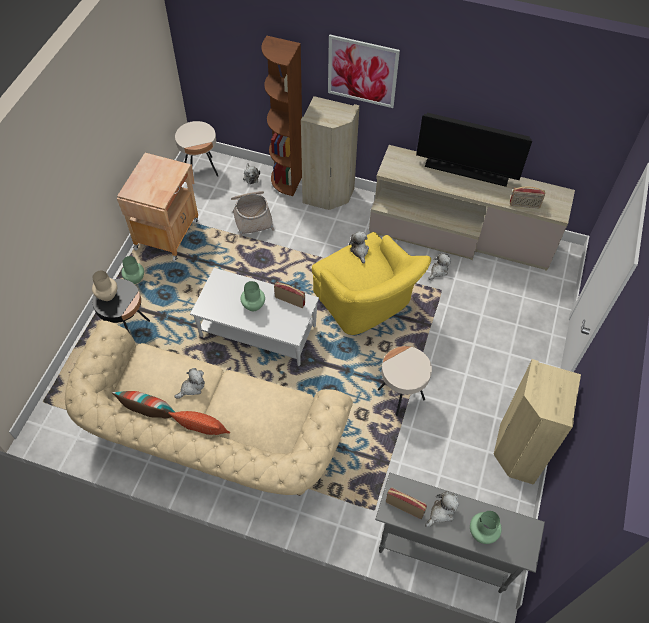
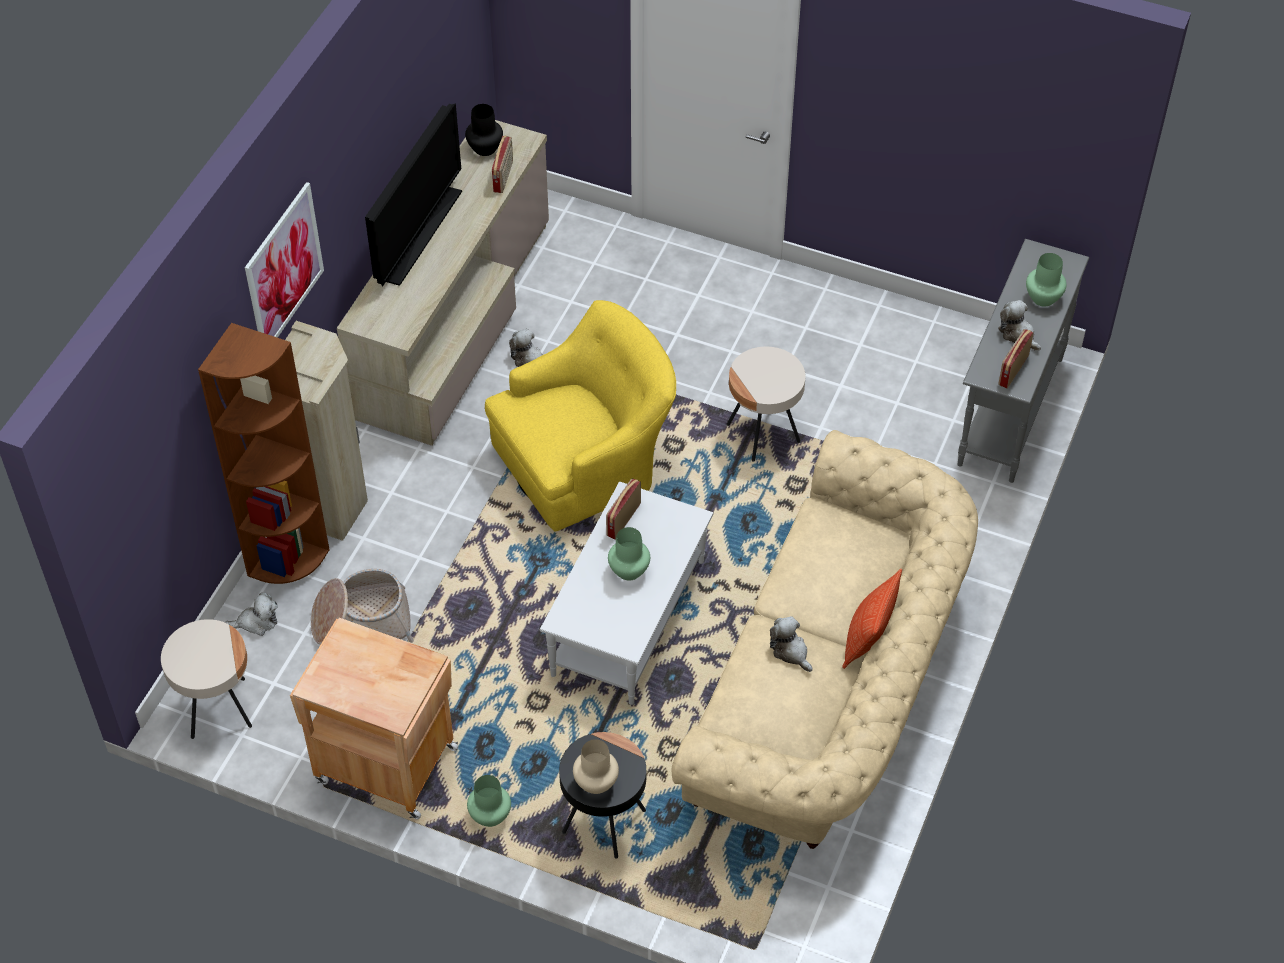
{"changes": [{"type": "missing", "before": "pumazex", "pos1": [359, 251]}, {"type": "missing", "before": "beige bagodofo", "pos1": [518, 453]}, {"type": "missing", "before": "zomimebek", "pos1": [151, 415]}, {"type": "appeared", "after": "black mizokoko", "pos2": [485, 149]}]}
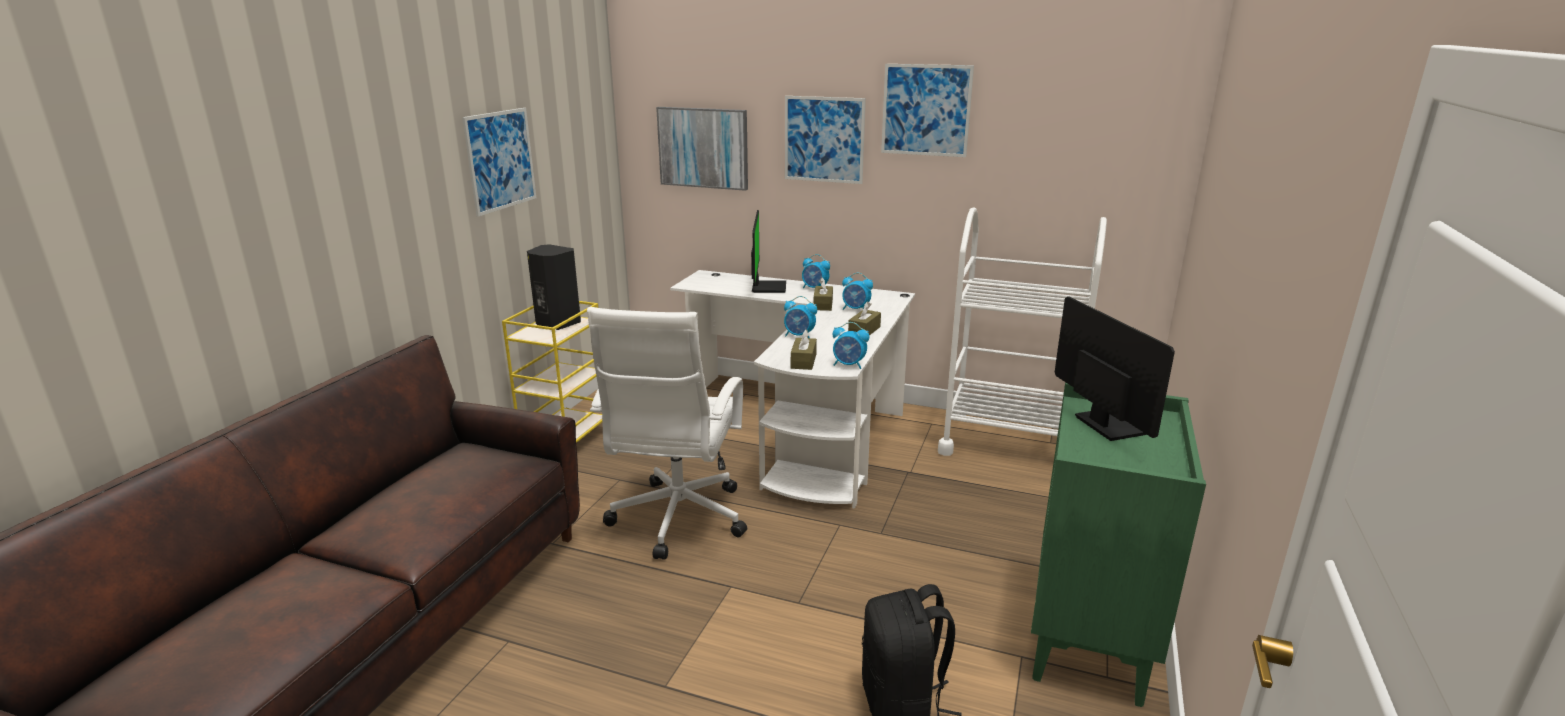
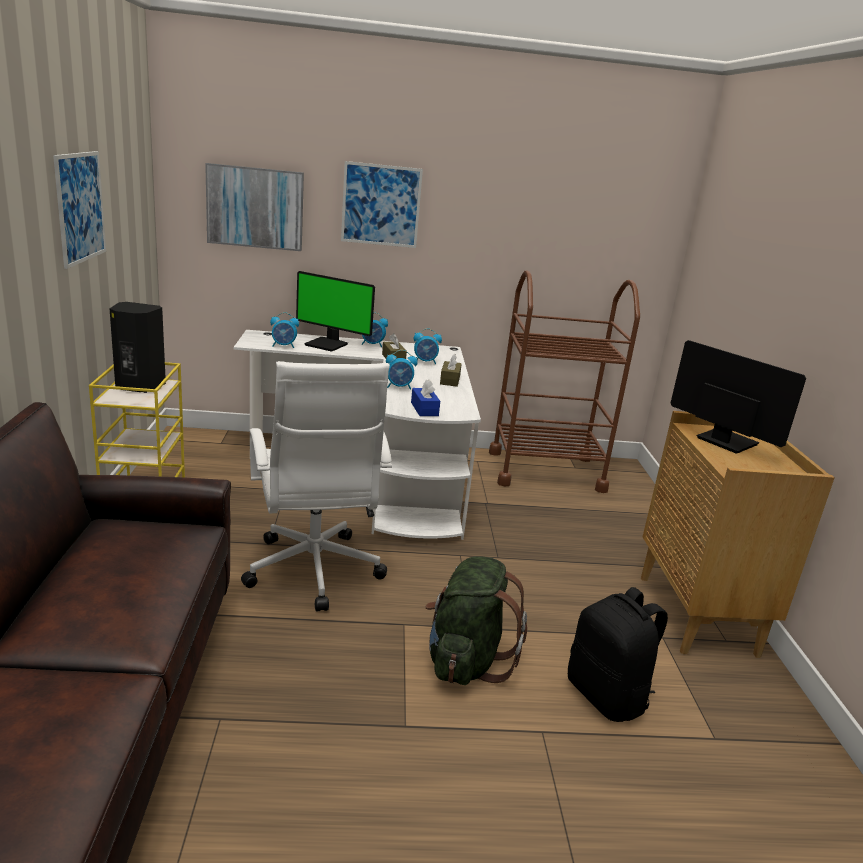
{"changes": [{"type": "missing", "before": "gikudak", "pos1": [926, 110]}, {"type": "colour", "before": "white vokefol", "after": "brown vokefol", "pos1": [1008, 443], "pos2": [545, 471]}, {"type": "spun", "before": "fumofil", "pos1": [767, 287], "pos2": [328, 344], "turn": 135}, {"type": "relocated", "before": "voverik", "pos1": [849, 365], "pos2": [284, 346]}, {"type": "colour", "before": "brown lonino", "after": "blue lonino", "pos1": [803, 361], "pos2": [424, 409]}, {"type": "colour", "before": "green bagodofo", "after": "brown bagodofo", "pos1": [1088, 639], "pos2": [697, 615]}, {"type": "appeared", "after": "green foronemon", "pos2": [466, 661]}]}
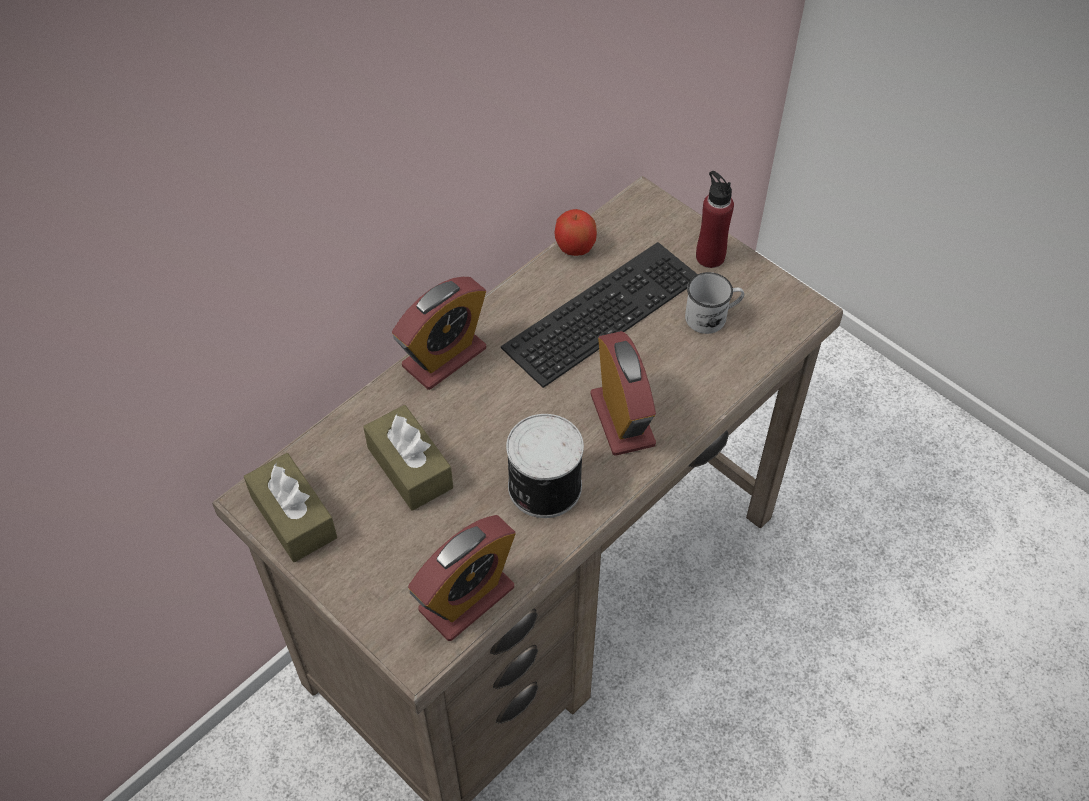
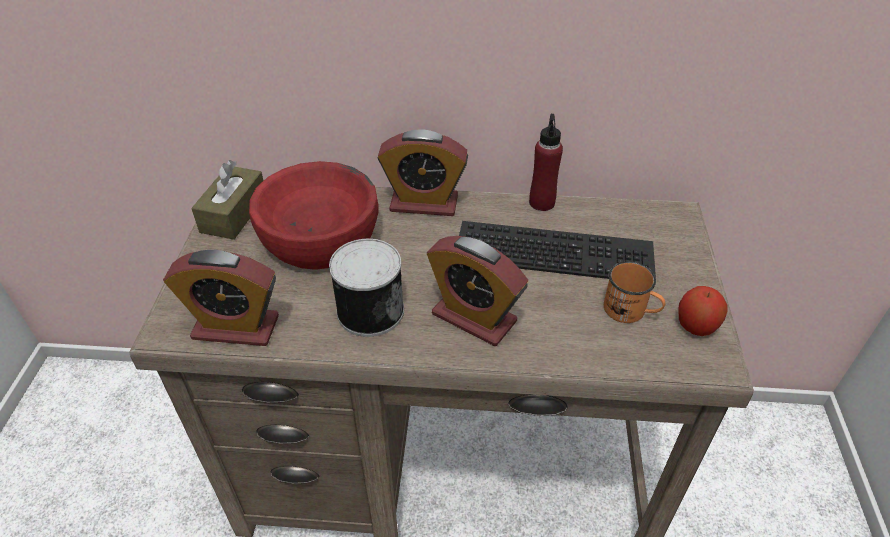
{"changes": [{"type": "relocated", "before": "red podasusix", "pos1": [710, 257], "pos2": [542, 202]}, {"type": "relocated", "before": "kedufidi", "pos1": [575, 247], "pos2": [696, 326]}, {"type": "colour", "before": "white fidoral", "after": "orange fidoral", "pos1": [712, 317], "pos2": [630, 311]}, {"type": "spun", "before": "voverik", "pos1": [622, 420], "pos2": [474, 317], "turn": 90}, {"type": "exchanged", "before": "brown lonino", "after": "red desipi", "pos1": [410, 467], "pos2": [320, 239]}]}
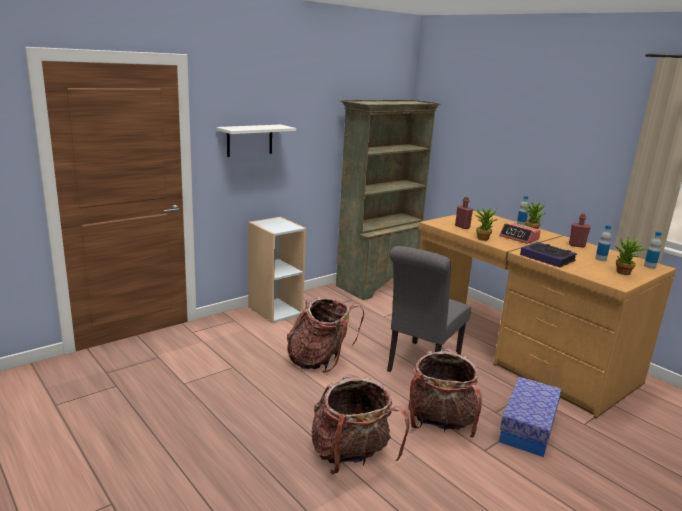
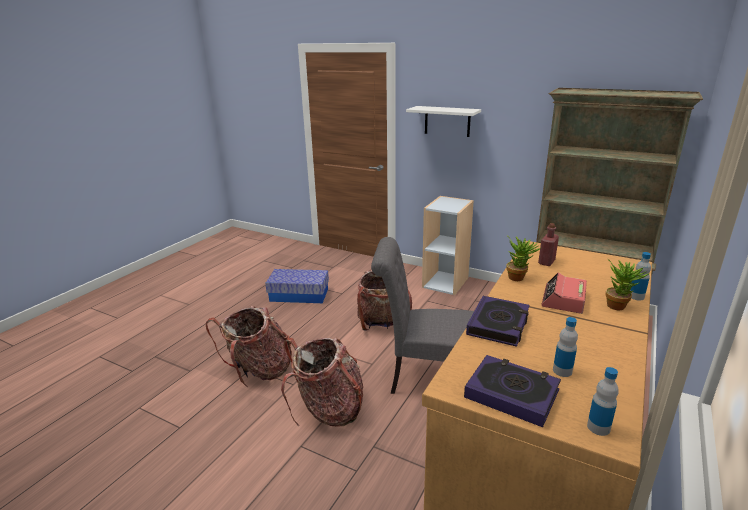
{"changes": [{"type": "missing", "before": "red podasusix", "pos1": [576, 245]}, {"type": "exchanged", "before": "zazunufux", "after": "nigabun", "pos1": [624, 273], "pos2": [511, 394]}, {"type": "relocated", "before": "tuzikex", "pos1": [528, 427], "pos2": [299, 295]}]}
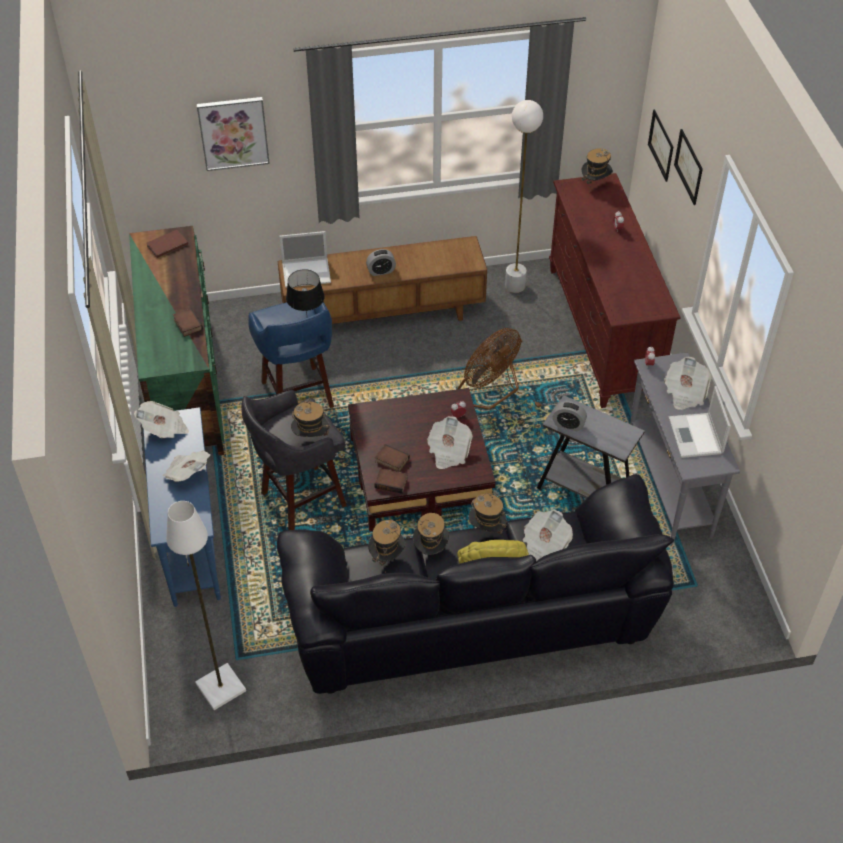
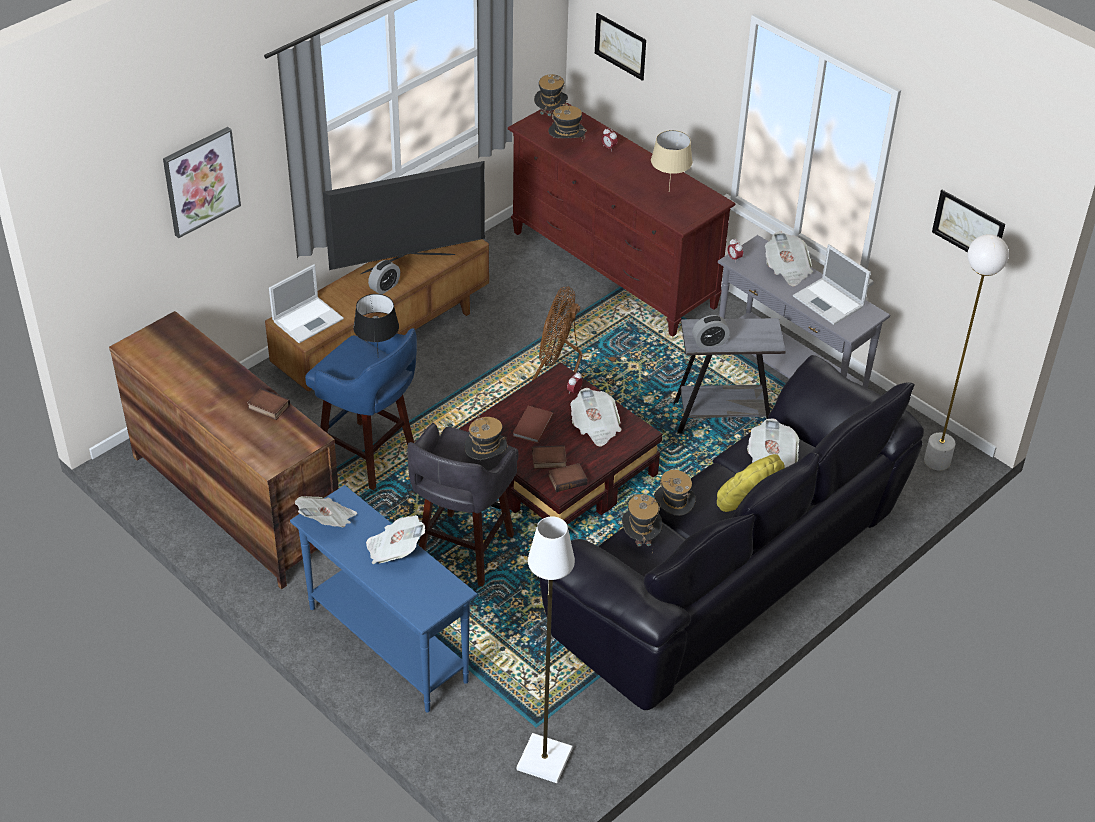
{"changes": [{"type": "relocated", "before": "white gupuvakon", "pos1": [515, 286], "pos2": [937, 461]}, {"type": "relocated", "before": "gikudak", "pos1": [688, 166], "pos2": [968, 227]}, {"type": "colour", "before": "green bagodofo", "after": "brown bagodofo", "pos1": [186, 384], "pos2": [236, 499]}, {"type": "relocated", "before": "brown nigabun", "pos1": [166, 245], "pos2": [531, 426]}, {"type": "relocated", "before": "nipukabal", "pos1": [486, 530], "pos2": [566, 146]}, {"type": "appeared", "after": "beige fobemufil", "pos2": [669, 191]}, {"type": "appeared", "after": "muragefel", "pos2": [408, 263]}]}
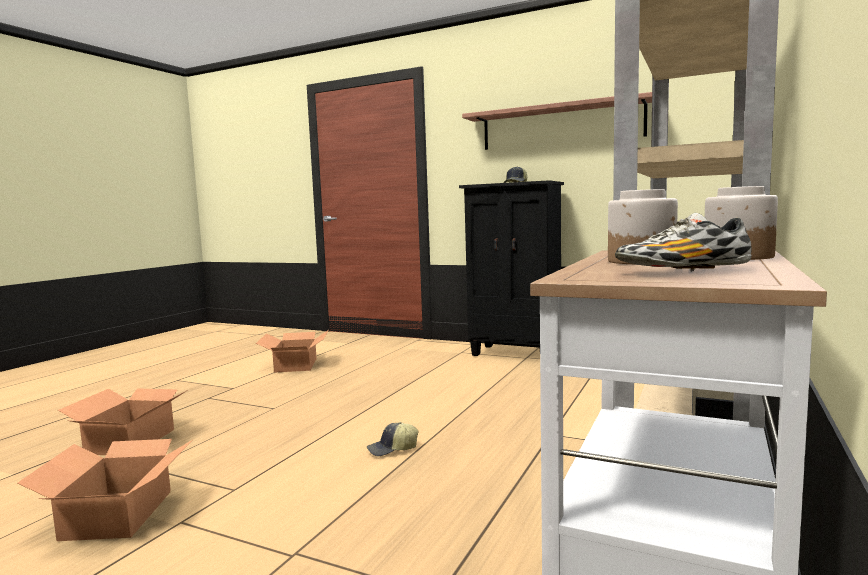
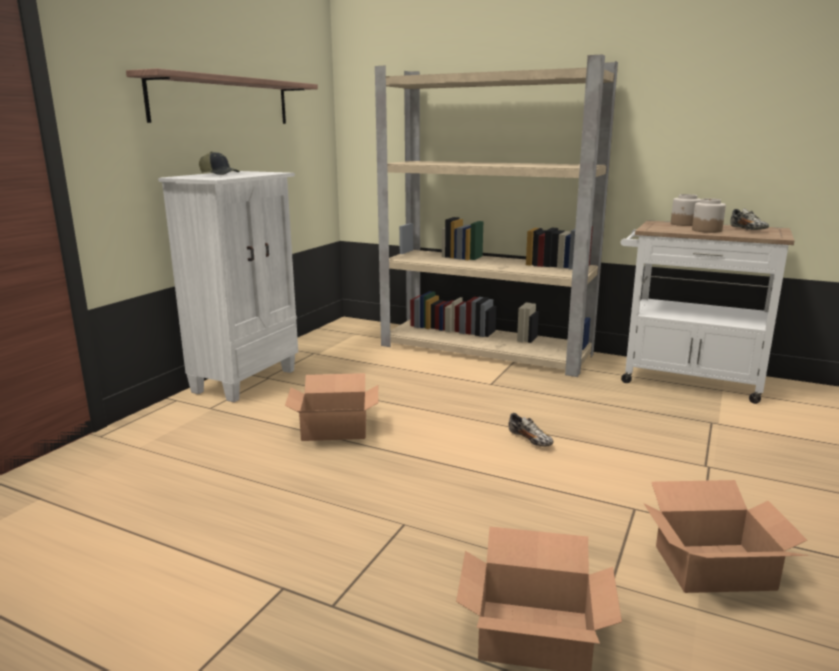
{"changes": [{"type": "colour", "before": "black bagodofo", "after": "white bagodofo", "pos1": [515, 354], "pos2": [247, 381]}, {"type": "relocated", "before": "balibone", "pos1": [296, 365], "pos2": [334, 428]}, {"type": "exchanged", "before": "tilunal", "after": "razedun", "pos1": [392, 450], "pos2": [530, 440]}]}
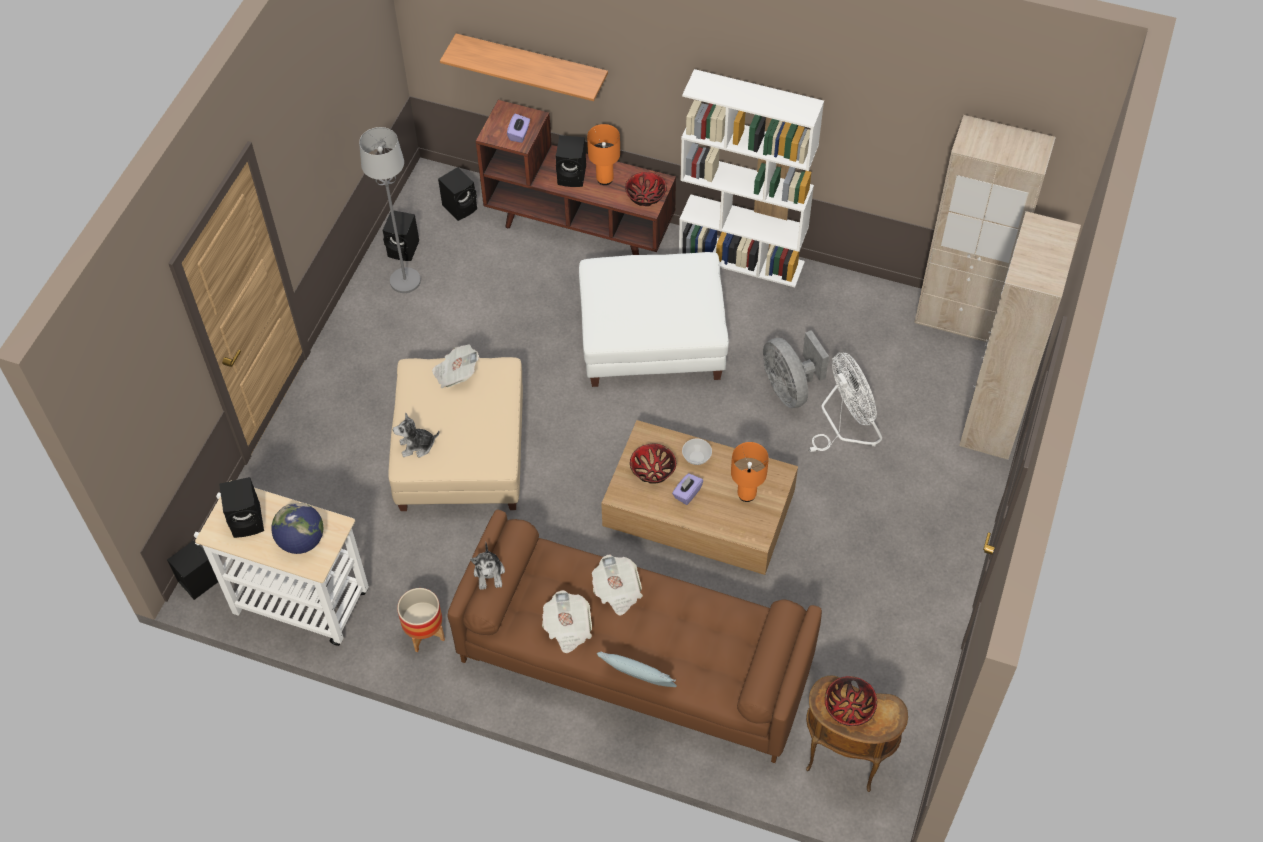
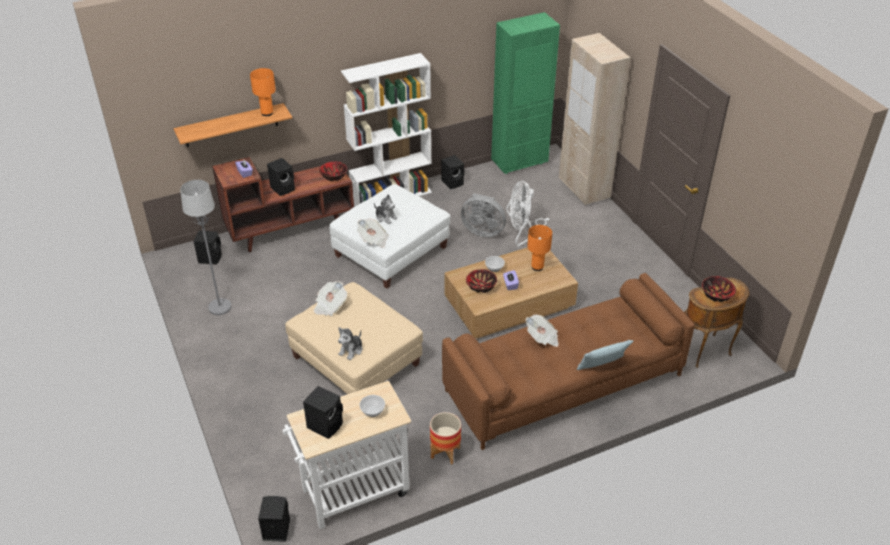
{"changes": [{"type": "colour", "before": "beige bagodofo", "after": "green bagodofo", "pos1": [959, 320], "pos2": [520, 163]}, {"type": "relocated", "before": "orange fobemufil", "pos1": [605, 180], "pos2": [267, 113]}, {"type": "relocated", "before": "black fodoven", "pos1": [404, 249], "pos2": [453, 182]}, {"type": "spun", "before": "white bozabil", "pos1": [842, 422], "pos2": [523, 228], "turn": -120}, {"type": "exchanged", "before": "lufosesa", "after": "desipi", "pos1": [301, 541], "pos2": [372, 411]}, {"type": "relocated", "before": "pumazex", "pos1": [489, 573], "pos2": [385, 217]}, {"type": "relocated", "before": "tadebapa", "pos1": [568, 628], "pos2": [373, 239]}]}
